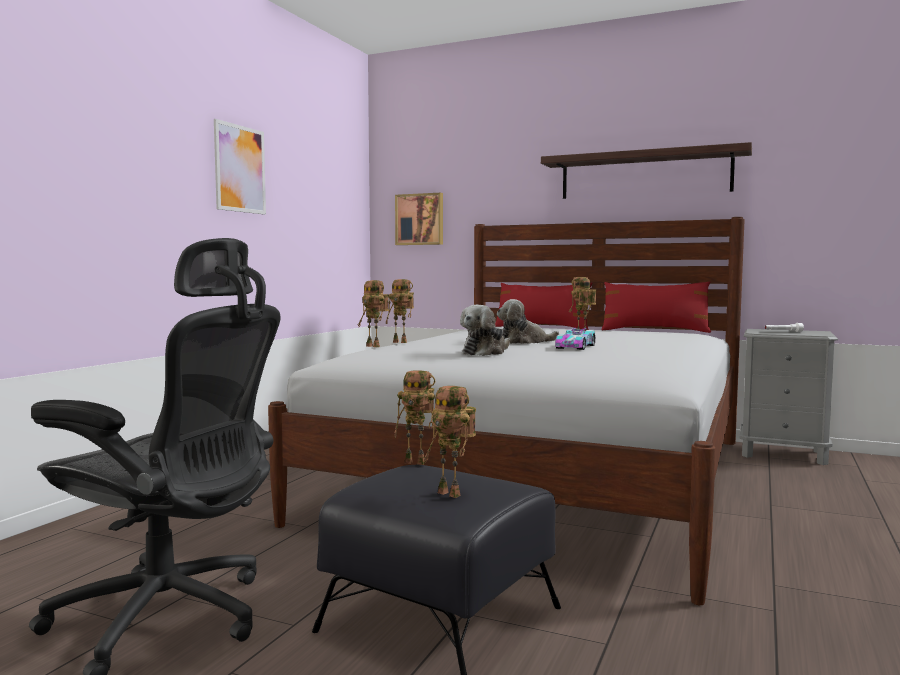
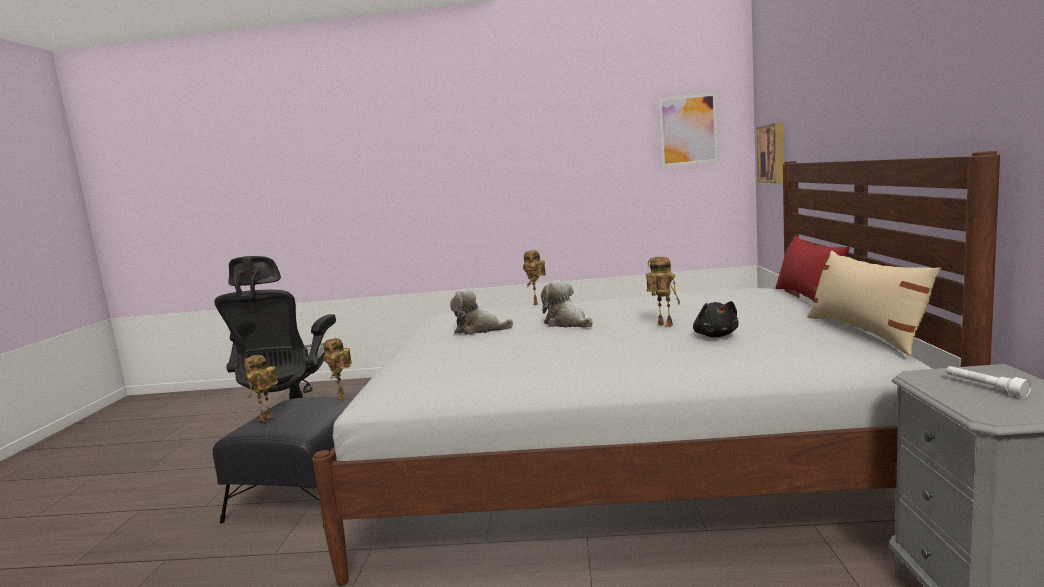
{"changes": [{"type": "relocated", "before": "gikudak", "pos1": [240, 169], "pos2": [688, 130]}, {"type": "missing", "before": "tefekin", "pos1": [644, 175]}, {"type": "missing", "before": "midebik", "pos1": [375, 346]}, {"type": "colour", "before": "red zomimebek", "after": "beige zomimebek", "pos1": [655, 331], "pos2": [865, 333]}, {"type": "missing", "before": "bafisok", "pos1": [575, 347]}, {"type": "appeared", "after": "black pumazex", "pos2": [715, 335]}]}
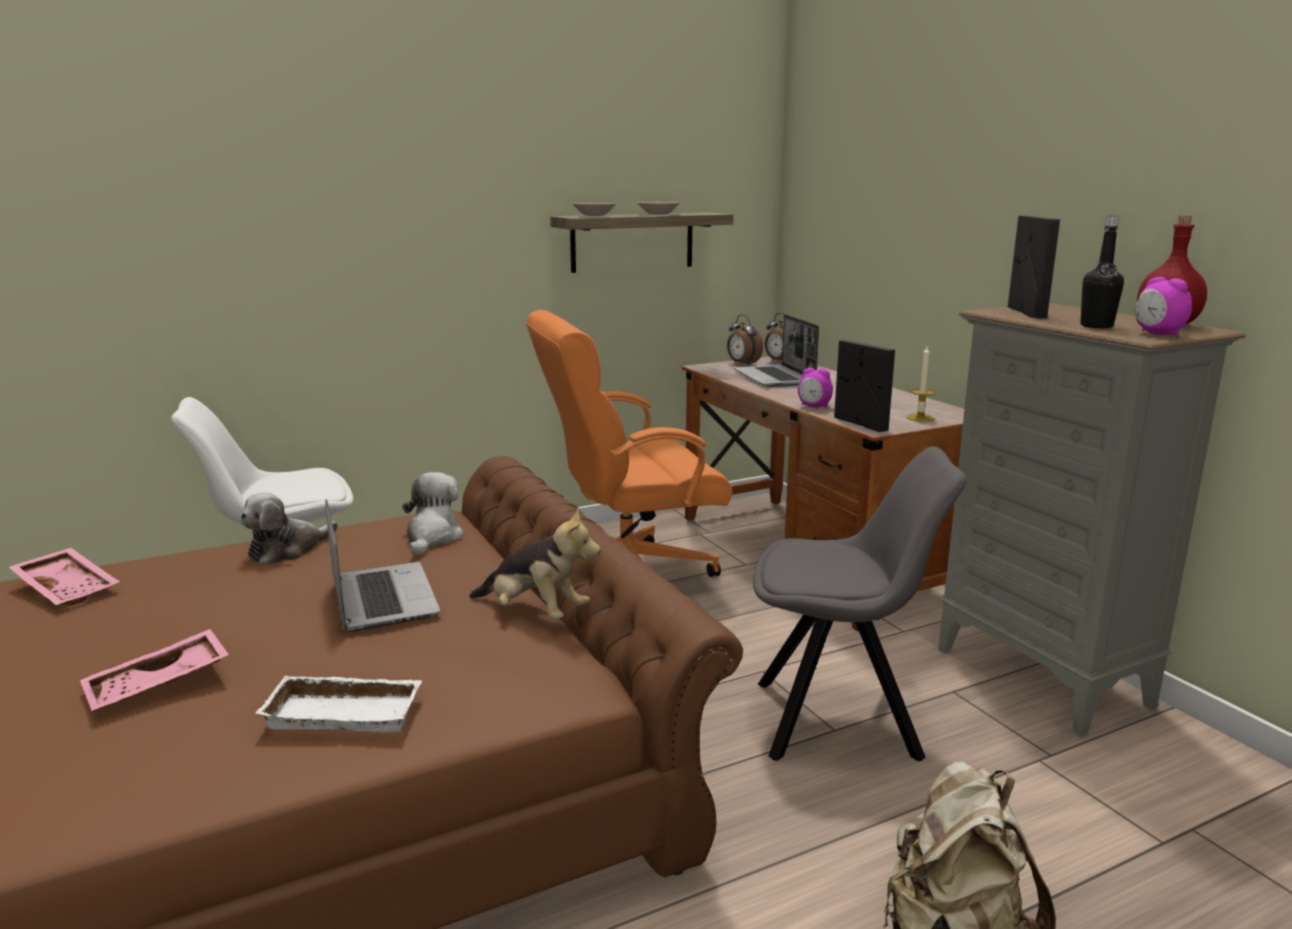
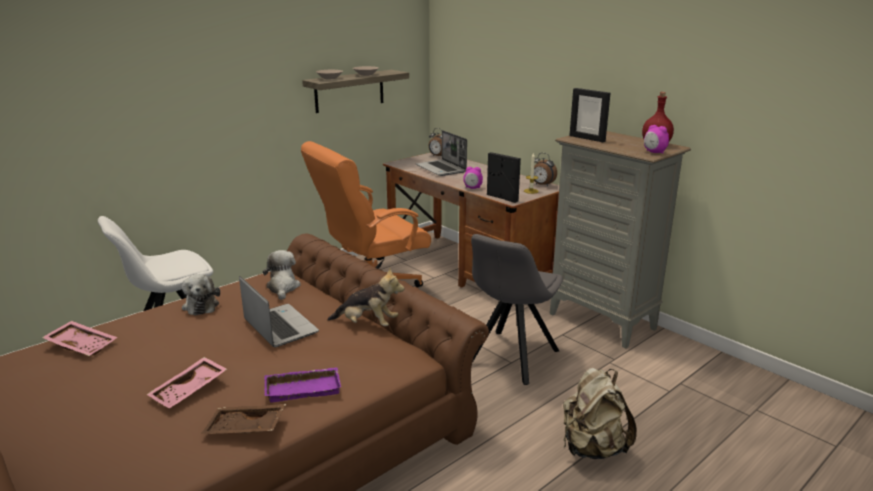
{"changes": [{"type": "spun", "before": "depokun", "pos1": [1024, 312], "pos2": [587, 138], "turn": 150}, {"type": "missing", "before": "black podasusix", "pos1": [1096, 326]}, {"type": "relocated", "before": "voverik", "pos1": [742, 364], "pos2": [542, 185]}, {"type": "spun", "before": "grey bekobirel", "pos1": [838, 721], "pos2": [511, 357], "turn": 135}, {"type": "spun", "before": "pumazex", "pos1": [288, 550], "pos2": [201, 305], "turn": -45}, {"type": "colour", "before": "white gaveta", "after": "purple gaveta", "pos1": [347, 711], "pos2": [304, 388]}, {"type": "appeared", "after": "brown gaveta", "pos2": [245, 429]}]}
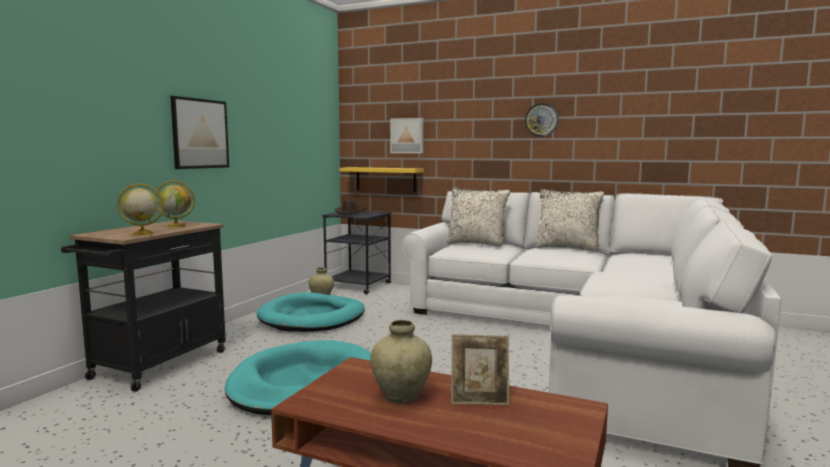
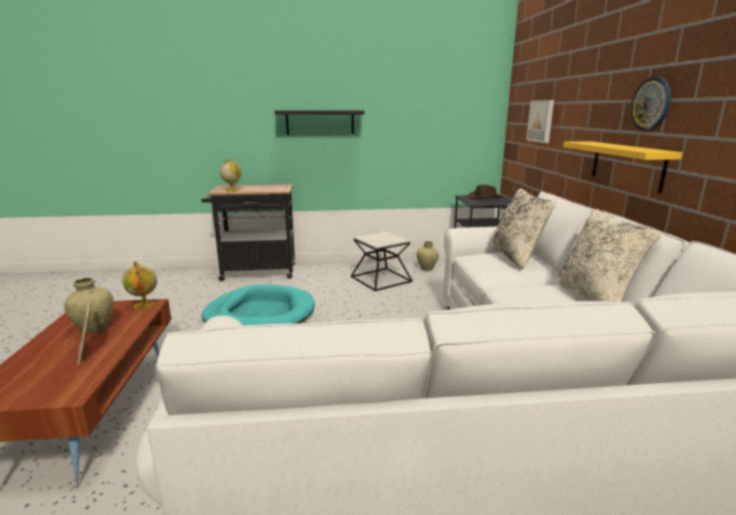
{"changes": [{"type": "exchanged", "before": "gikudak", "after": "black tefekin", "pos1": [200, 133], "pos2": [320, 122]}, {"type": "relocated", "before": "yellow tefekin", "pos1": [385, 179], "pos2": [626, 165]}, {"type": "relocated", "before": "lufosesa", "pos1": [176, 226], "pos2": [144, 306]}, {"type": "exchanged", "before": "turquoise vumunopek", "after": "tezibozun", "pos1": [312, 318], "pos2": [381, 279]}]}
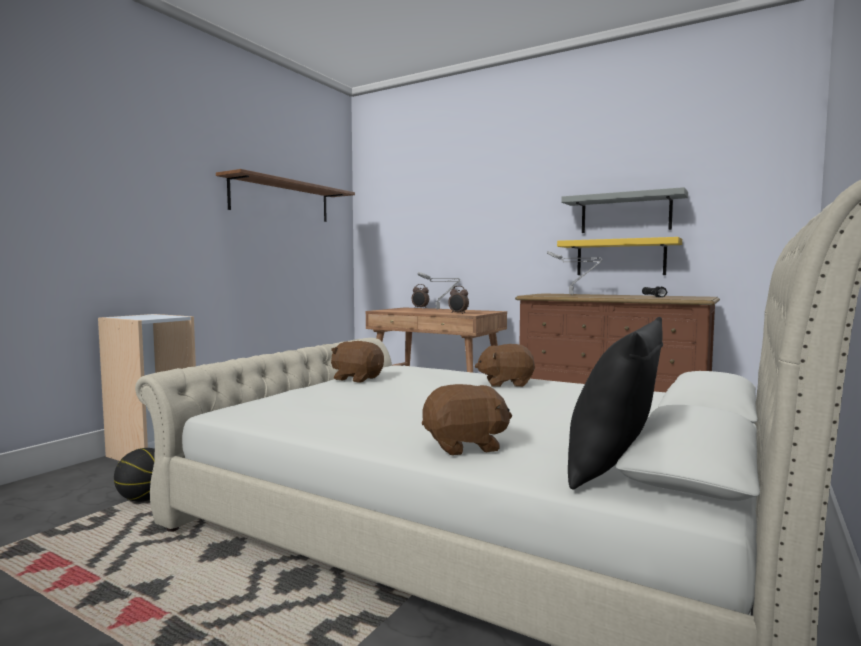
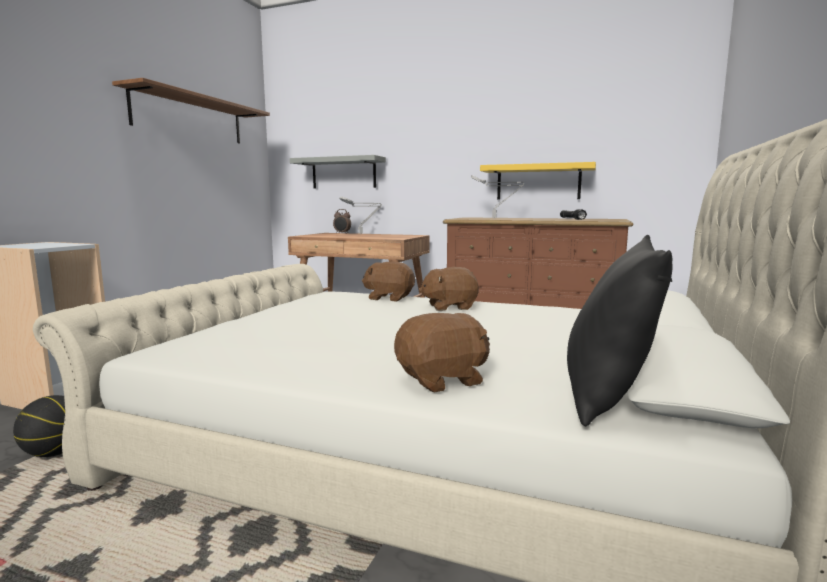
{"changes": [{"type": "relocated", "before": "grey tefekin", "pos1": [625, 213], "pos2": [343, 173]}, {"type": "missing", "before": "voverik", "pos1": [458, 313]}, {"type": "relocated", "before": "brown pumazex", "pos1": [357, 378], "pos2": [389, 298]}]}
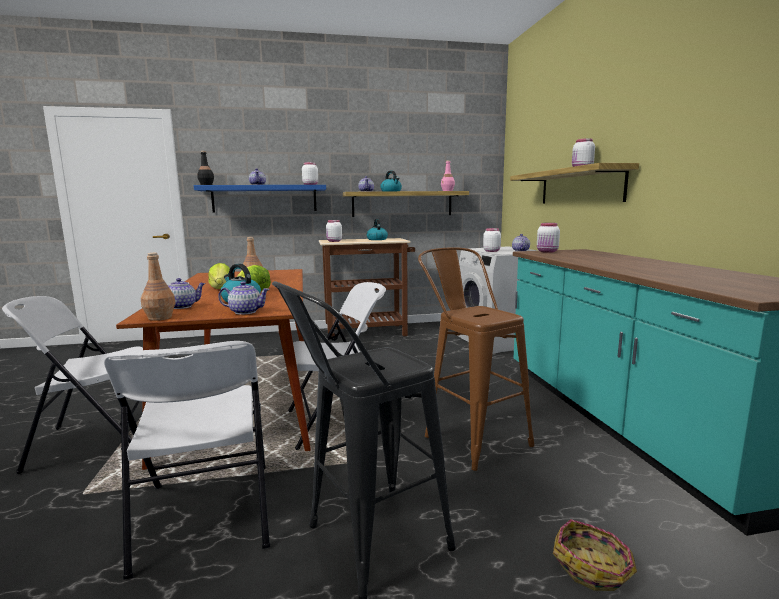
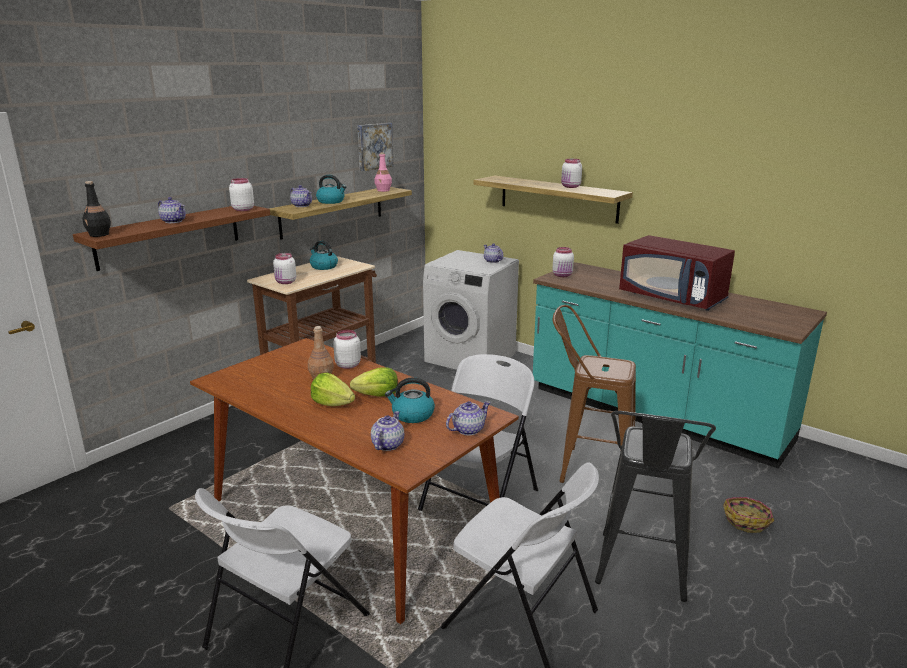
{"changes": [{"type": "colour", "before": "blue tefekin", "after": "brown tefekin", "pos1": [264, 199], "pos2": [169, 236]}, {"type": "relocated", "before": "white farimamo", "pos1": [491, 251], "pos2": [347, 365]}, {"type": "missing", "before": "brown podasusix", "pos1": [160, 317]}, {"type": "appeared", "after": "gikudak", "pos2": [374, 146]}, {"type": "appeared", "after": "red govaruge", "pos2": [673, 298]}]}
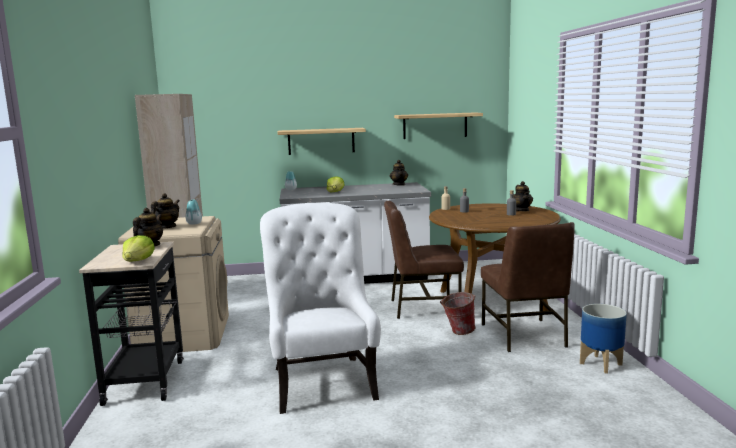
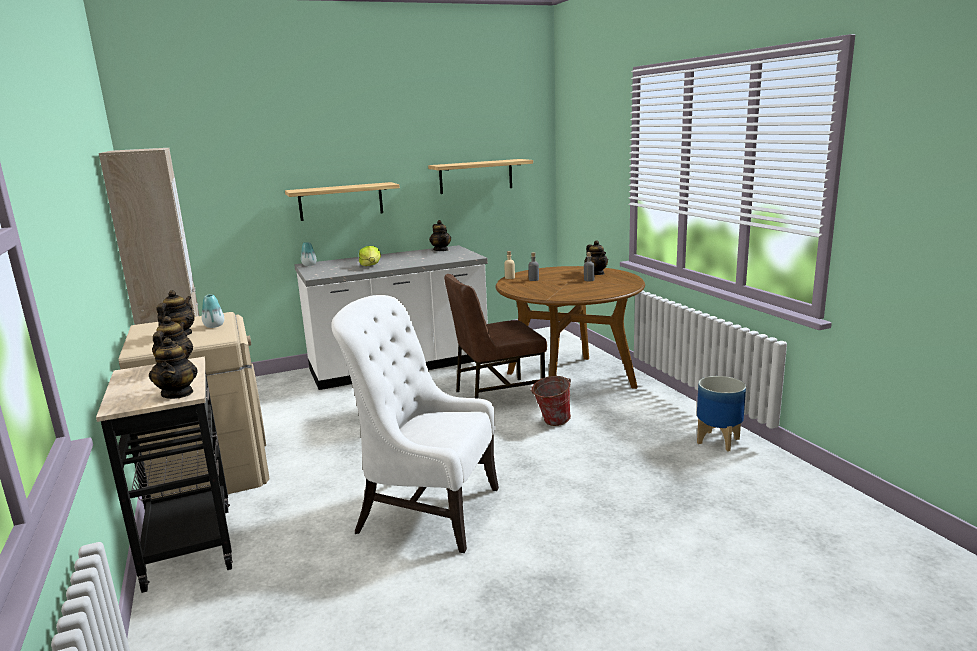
{"changes": [{"type": "spun", "before": "white bekobirel", "pos1": [322, 382], "pos2": [426, 510], "turn": -45}, {"type": "missing", "before": "brown bekobirel", "pos1": [524, 335]}, {"type": "exchanged", "before": "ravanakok", "after": "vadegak", "pos1": [138, 261], "pos2": [178, 393]}]}
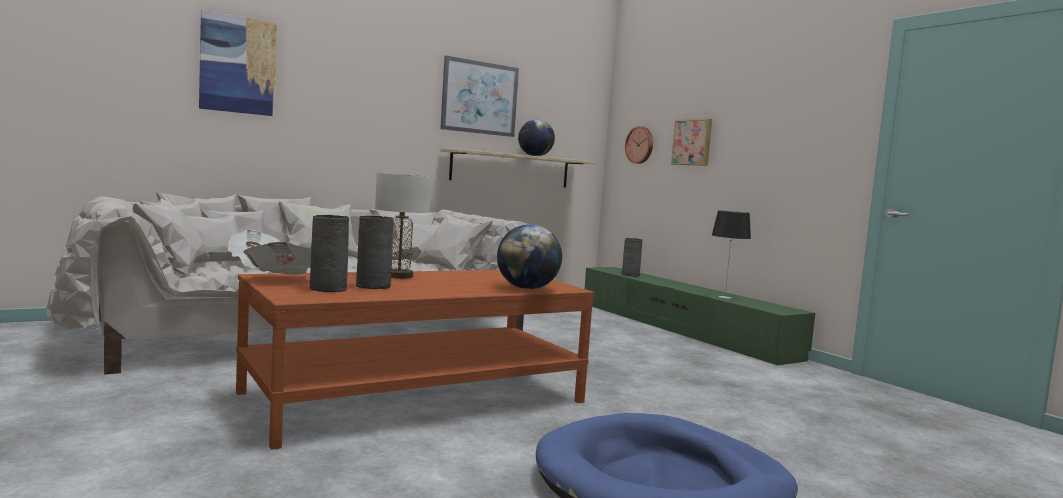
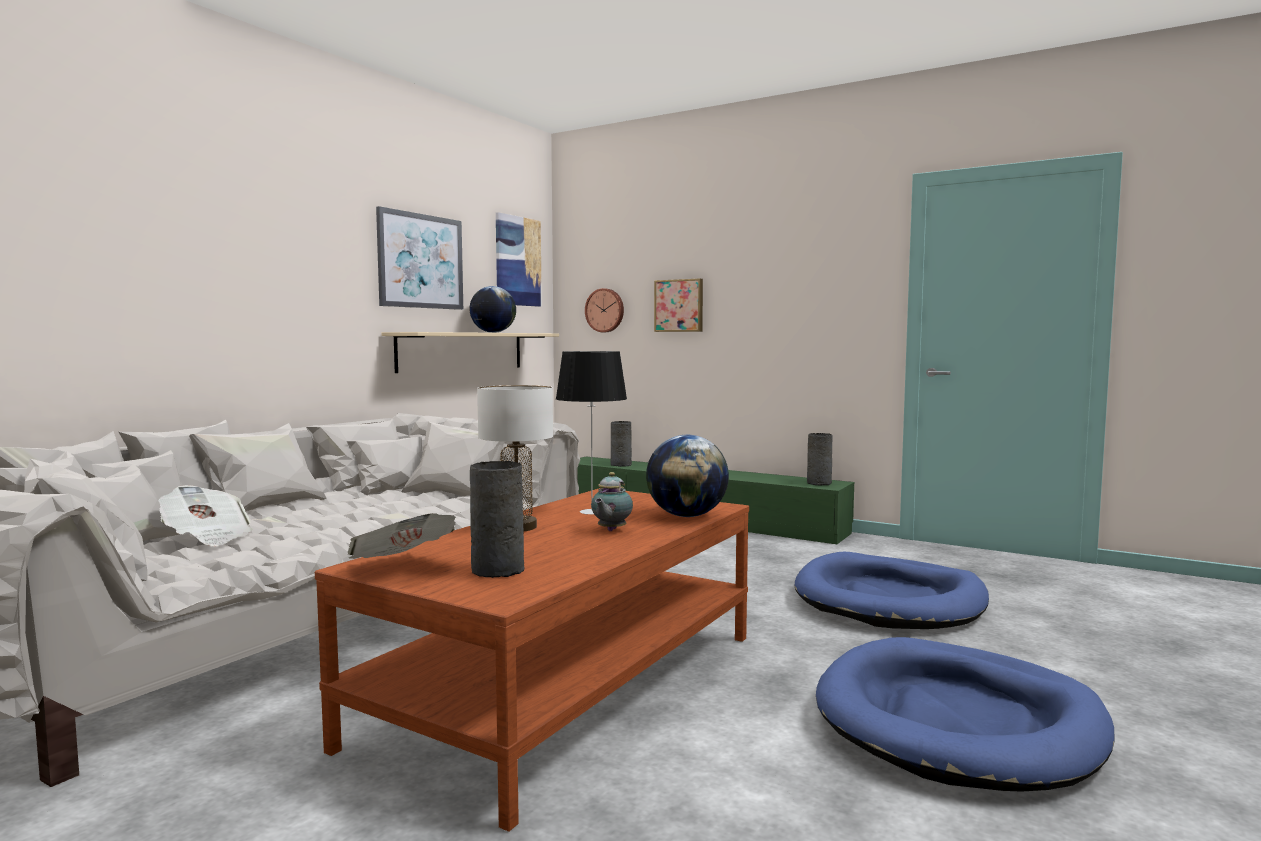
{"changes": [{"type": "relocated", "before": "gikudak", "pos1": [238, 65], "pos2": [518, 261]}, {"type": "relocated", "before": "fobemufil", "pos1": [724, 297], "pos2": [591, 512]}, {"type": "relocated", "before": "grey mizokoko", "pos1": [374, 286], "pos2": [820, 483]}, {"type": "appeared", "after": "vadegak", "pos2": [610, 530]}, {"type": "appeared", "after": "blue vumunopek", "pos2": [889, 600]}]}
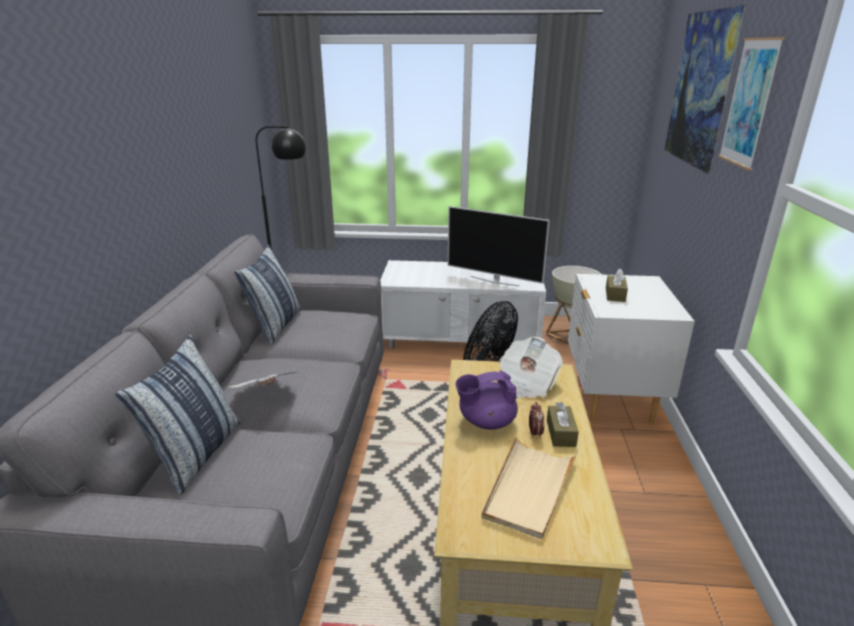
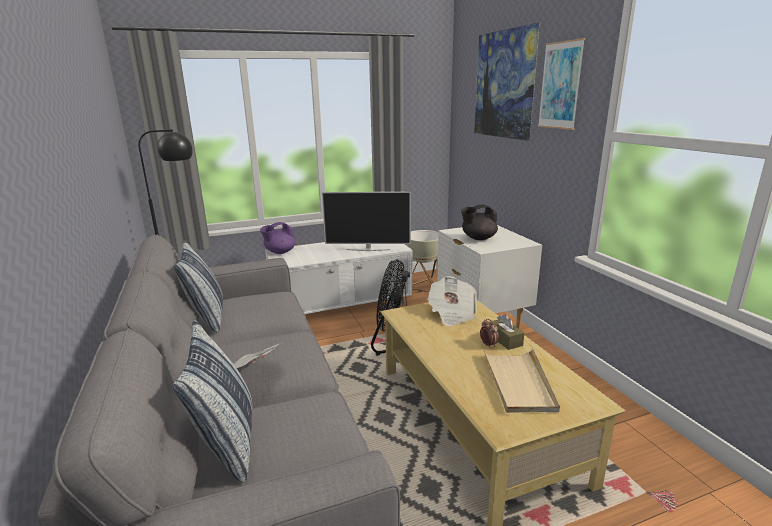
{"changes": [{"type": "exchanged", "before": "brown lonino", "after": "black vadegak", "pos1": [615, 294], "pos2": [478, 238]}, {"type": "relocated", "before": "purple vadegak", "pos1": [486, 422], "pos2": [280, 252]}]}
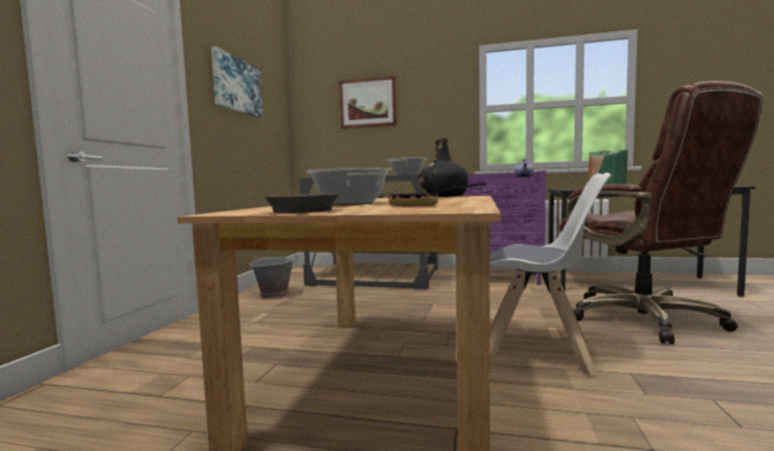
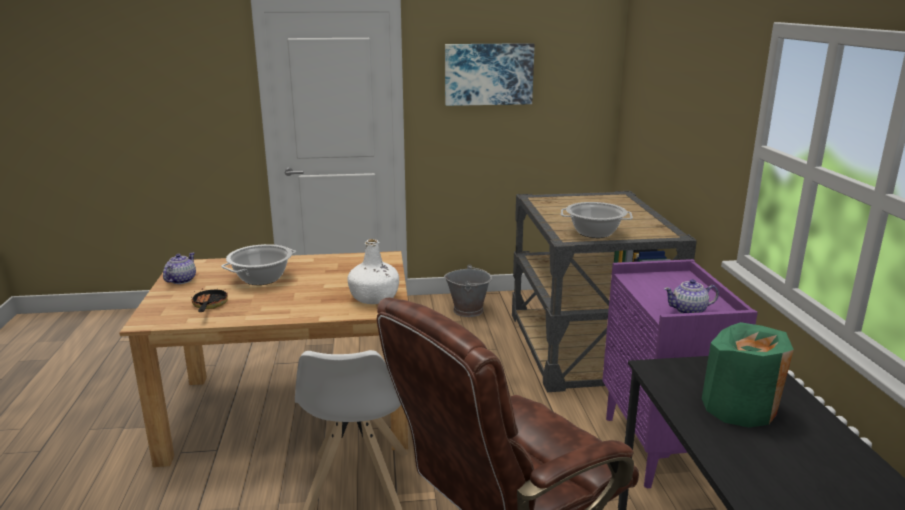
{"changes": [{"type": "missing", "before": "gikudak", "pos1": [368, 103]}, {"type": "colour", "before": "black podasusix", "after": "white podasusix", "pos1": [443, 197], "pos2": [375, 297]}, {"type": "exchanged", "before": "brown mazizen", "after": "vadegak", "pos1": [299, 211], "pos2": [181, 280]}]}
